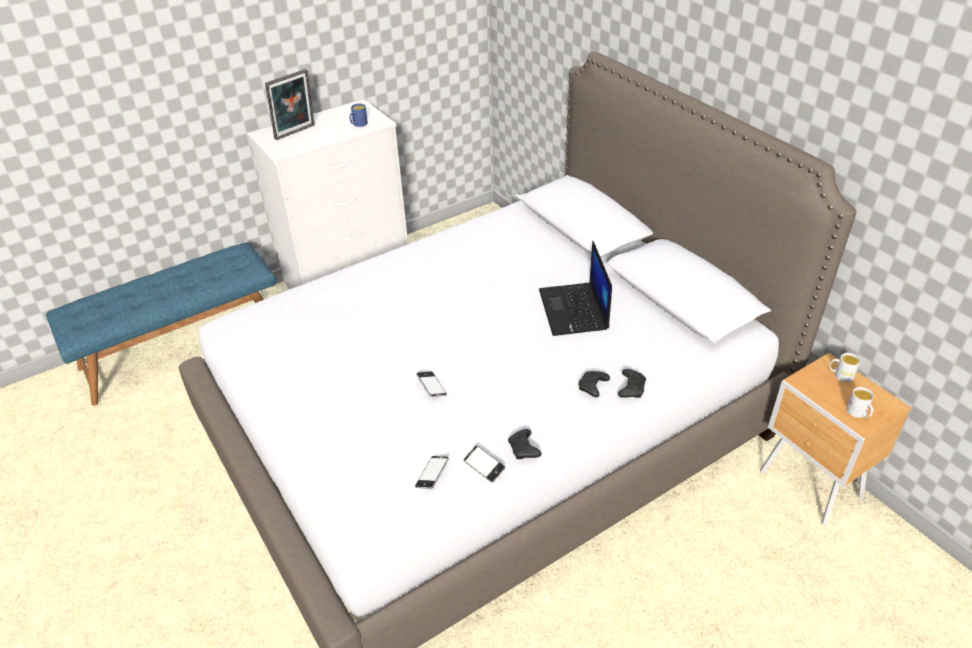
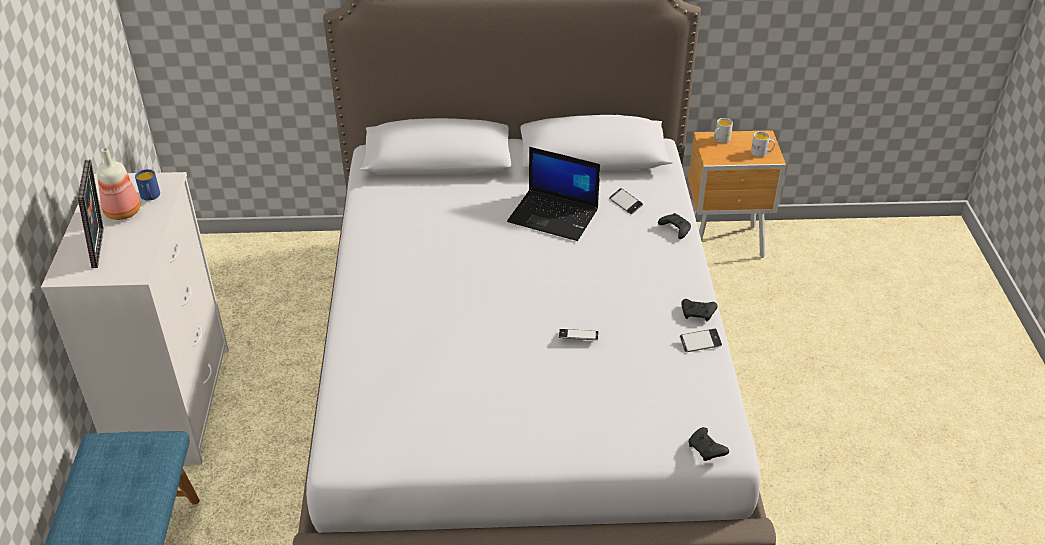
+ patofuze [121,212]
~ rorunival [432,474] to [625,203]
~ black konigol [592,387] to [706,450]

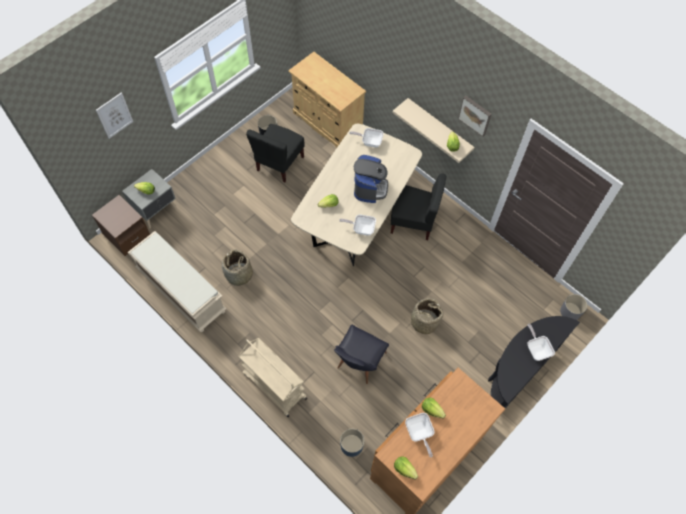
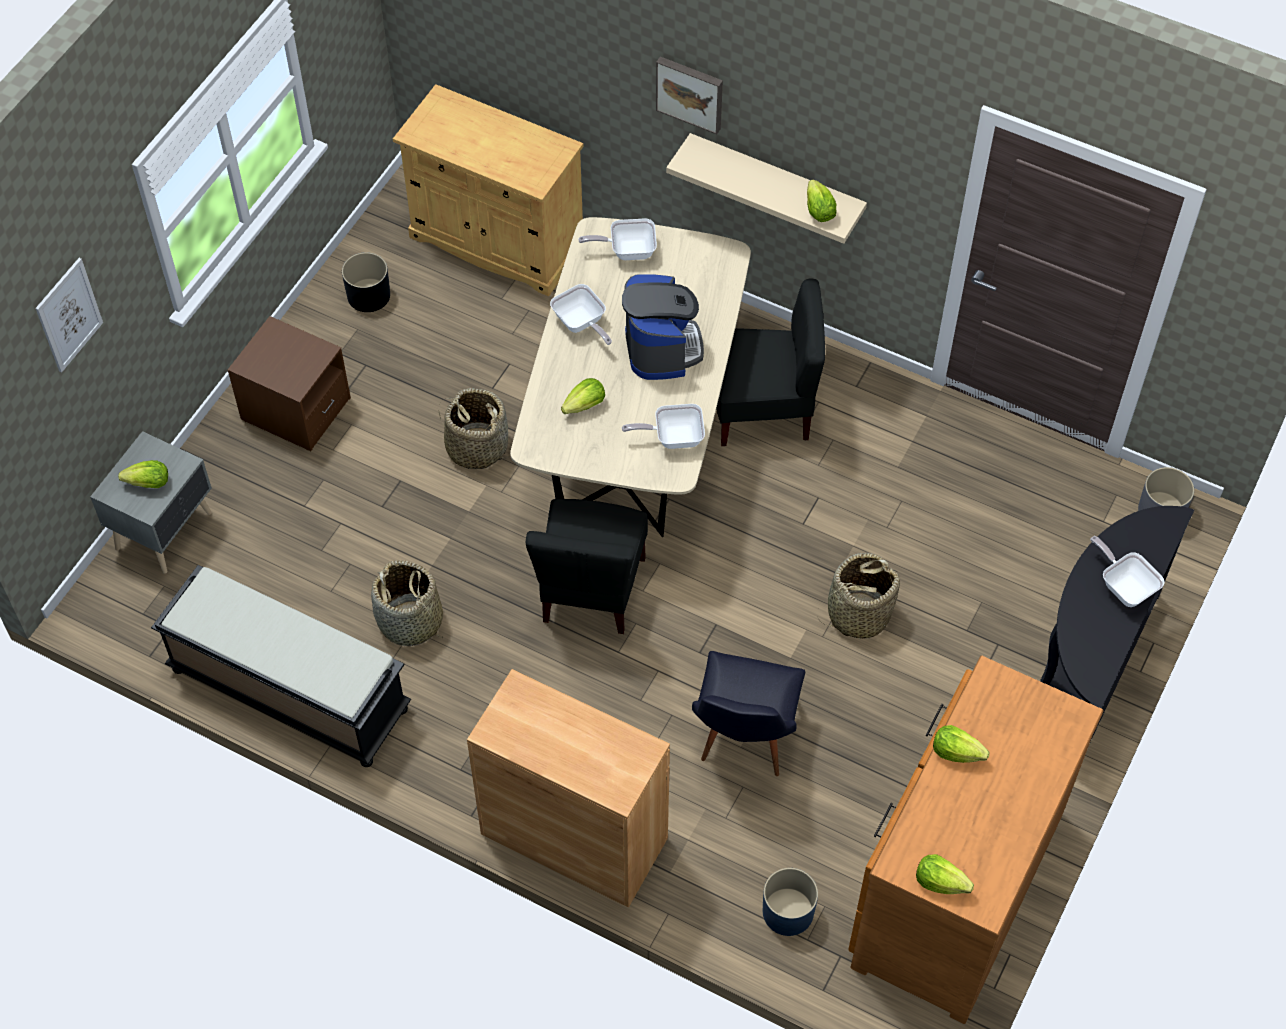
~ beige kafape [180,290] to black kafape [287,690]
~ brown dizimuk [126,235] to [295,409]
+ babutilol [476,447]
~ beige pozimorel [274,386] to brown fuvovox [574,836]
~ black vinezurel [279,163] to [591,590]
~ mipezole [419,433] to [581,324]
~ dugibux [475,115] to [690,92]

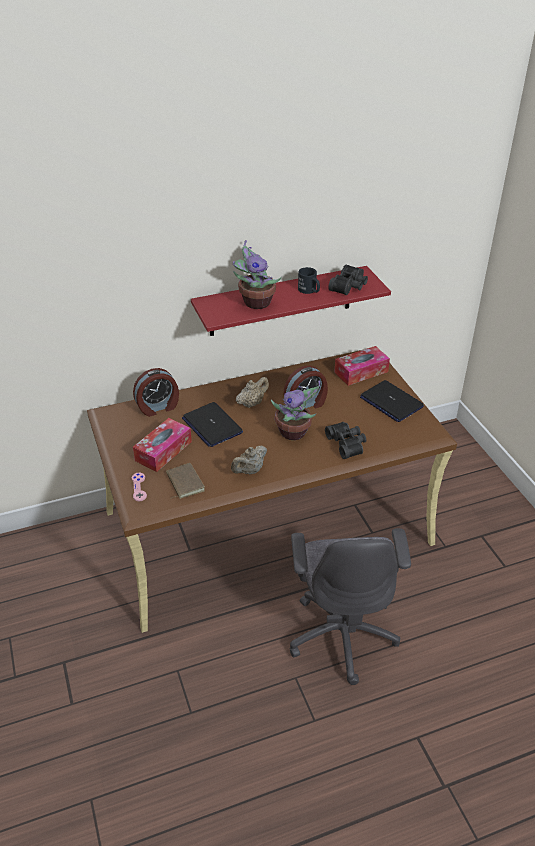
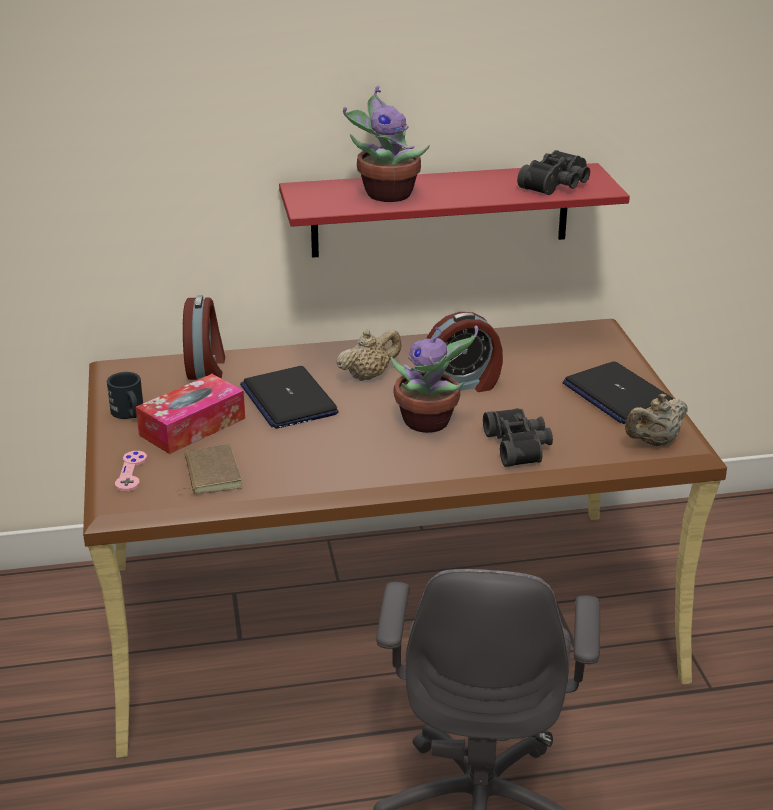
~ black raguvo [309,291] to [129,414]
~ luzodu [158,407] = [206,367] 75 degrees counterclockwise
~ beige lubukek [249,471] to [654,442]
- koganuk [361,372]

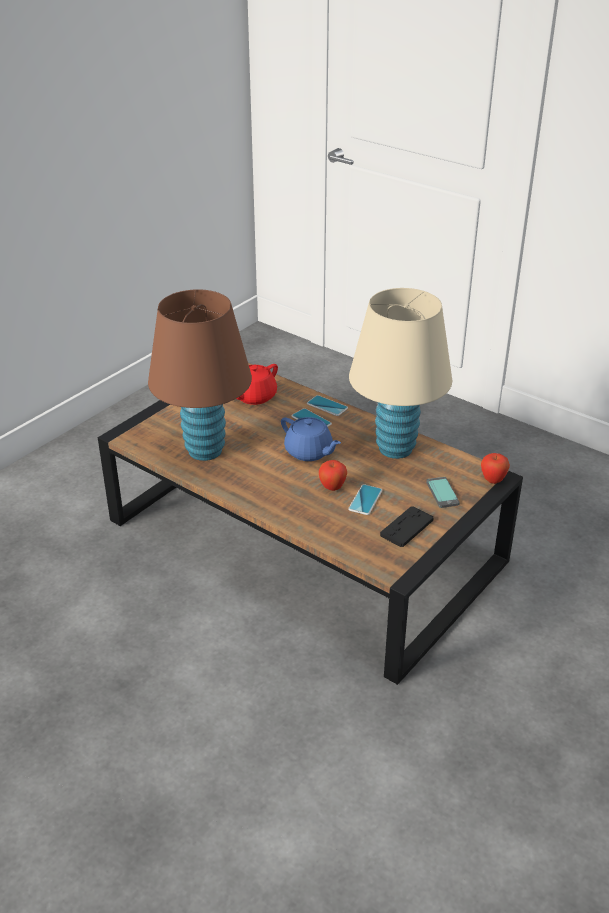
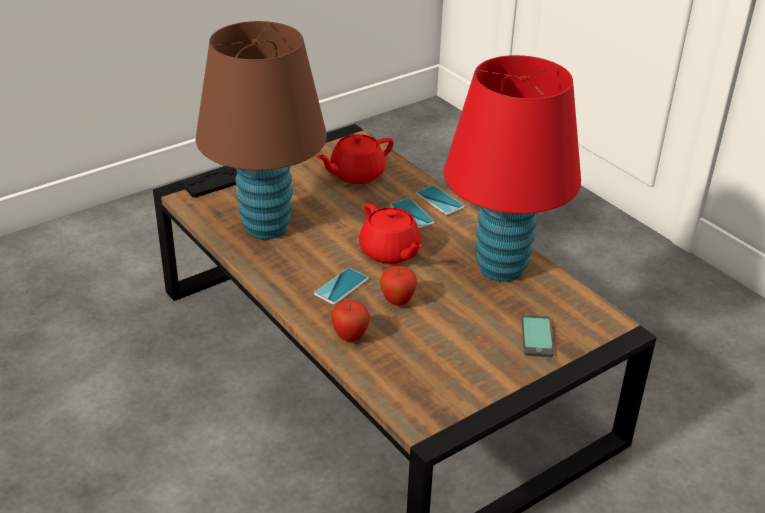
~ black konigol [406,527] to [213,183]
~ rorunival [365,500] to [341,287]
~ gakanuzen [493,480] to [350,337]
~ blue lubukek [309,452] to red lubukek [390,252]
~ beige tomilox [396,449] to red tomilox [501,268]

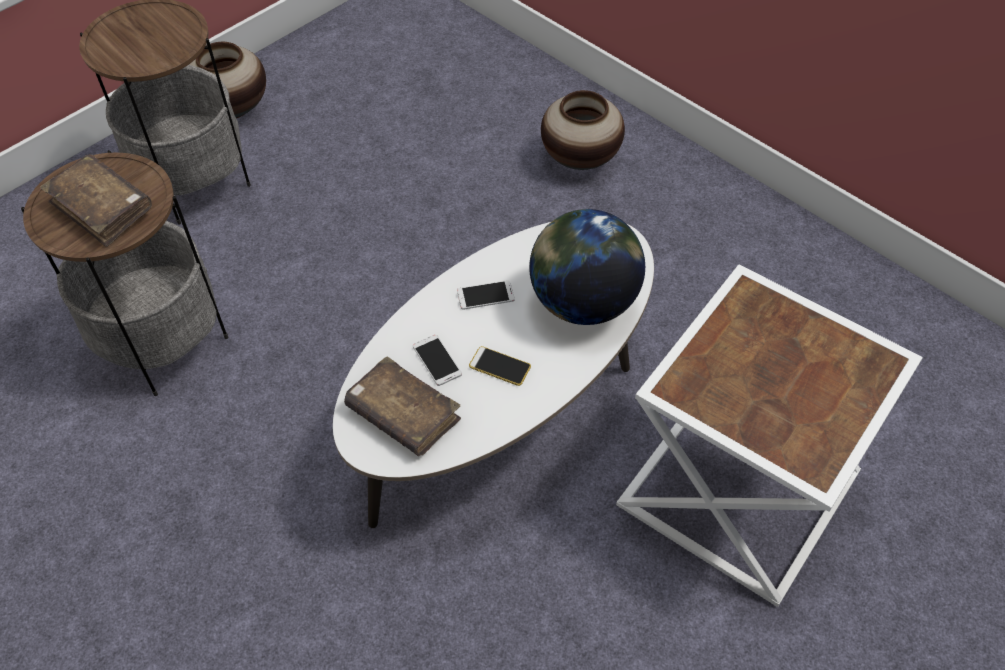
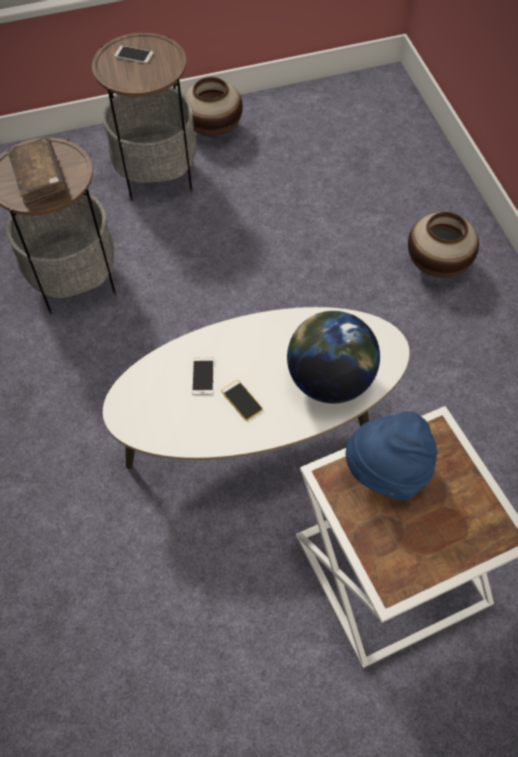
~ rorunival [485,295] to [133,55]
+ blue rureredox [387,472]
- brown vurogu [403,414]

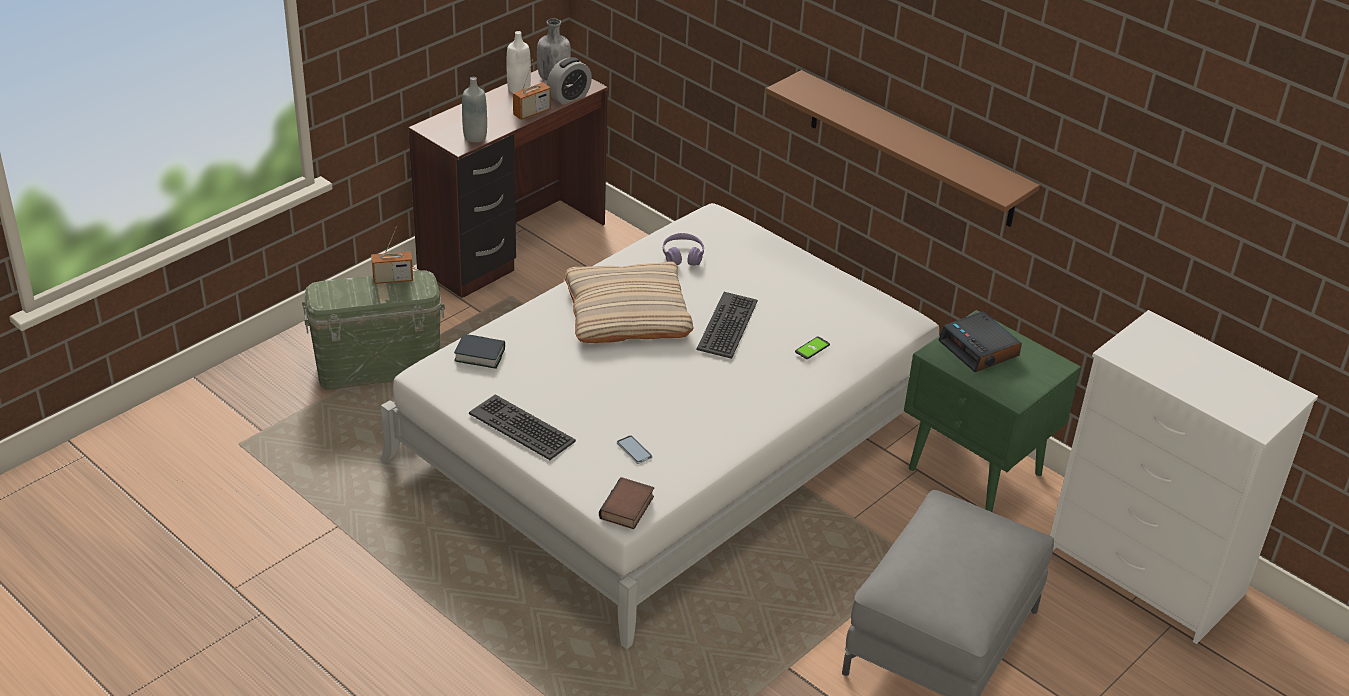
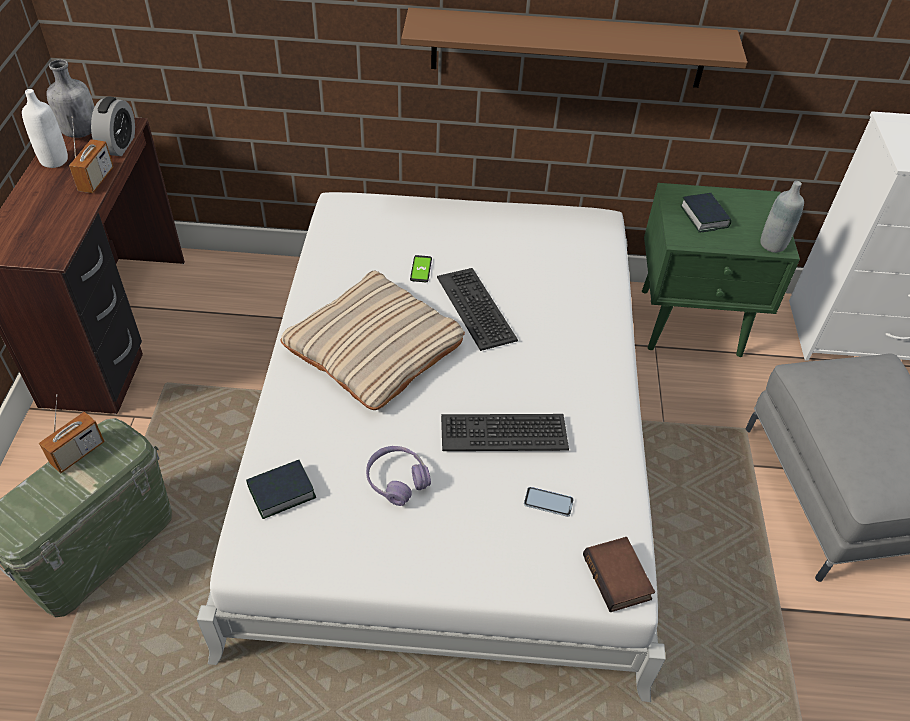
~ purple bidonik [683,256] to [397,480]
~ rorunival [812,348] to [421,269]
~ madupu [522,427] to [504,432]
~ luzodu [979,349] to vurogu [704,216]
~ grey patofuze [475,137] to [772,244]

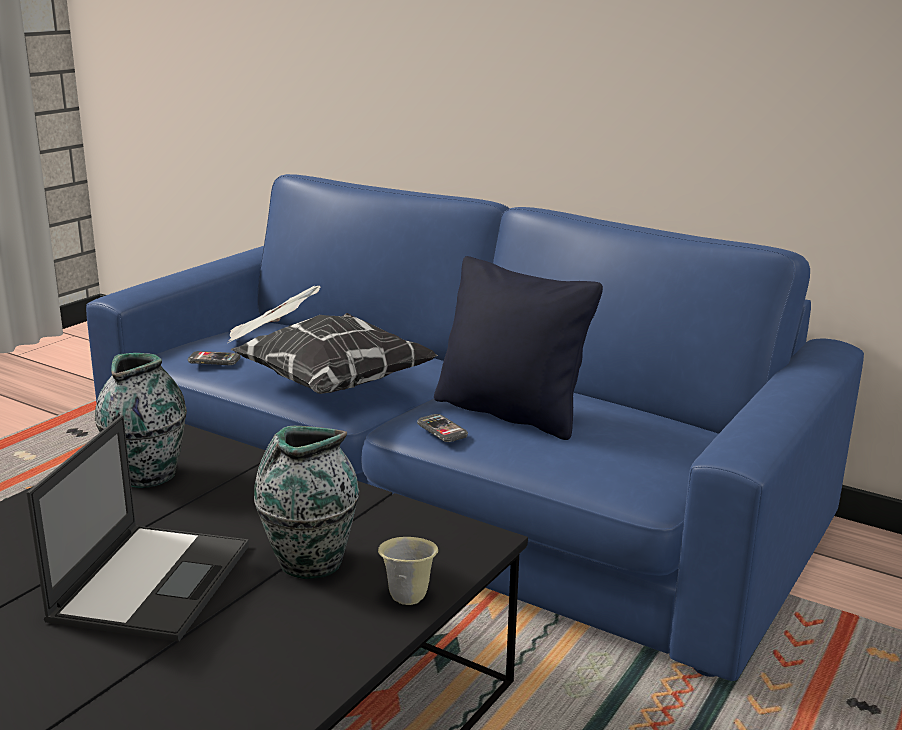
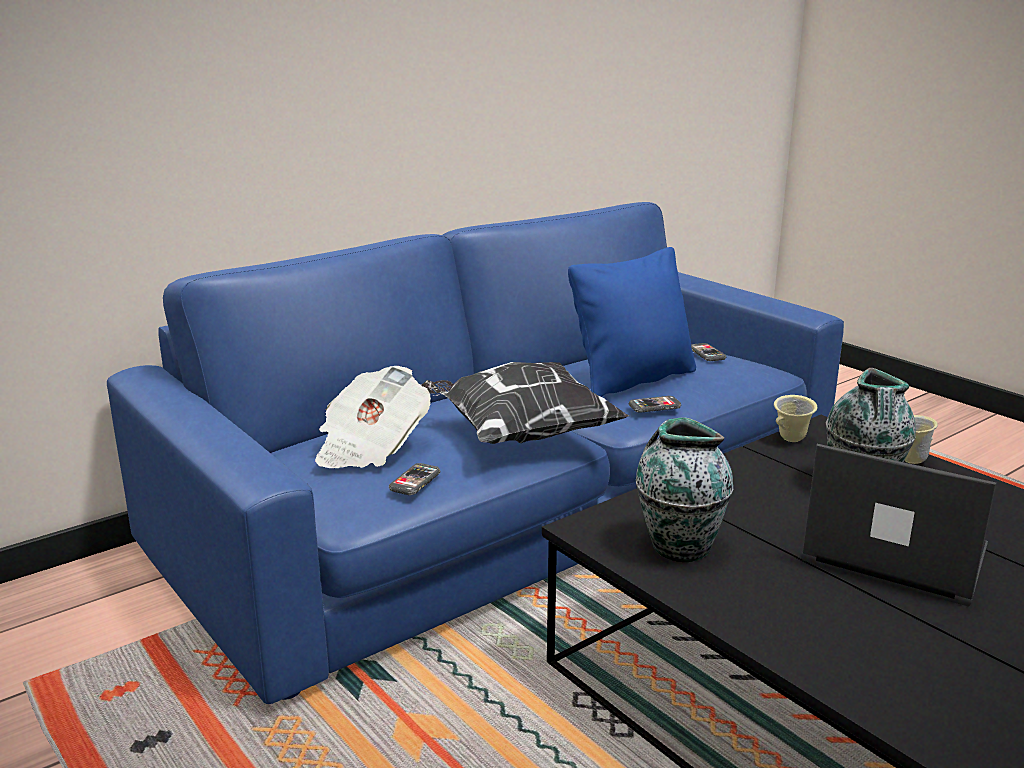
~ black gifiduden [510,413] to blue gifiduden [633,379]
+ rorunival [707,354]
+ beige raguvo [791,440]

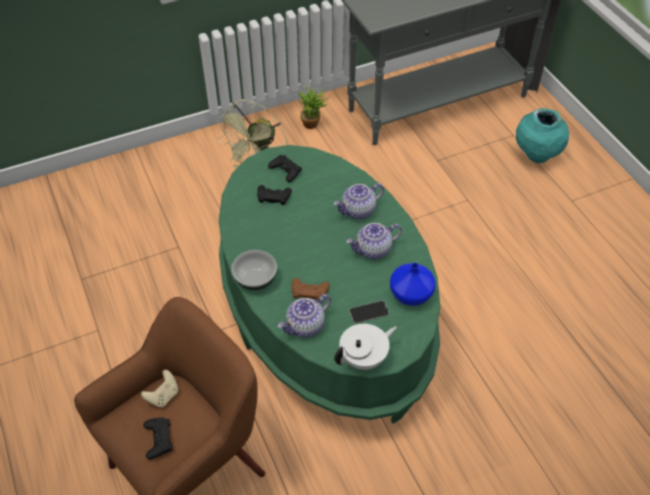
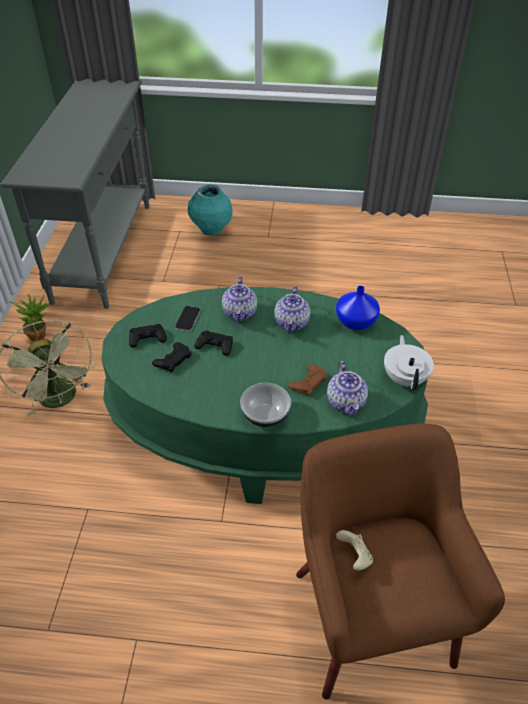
~ rorunival [369,312] to [188,319]
~ black konigol [158,439] to [215,346]

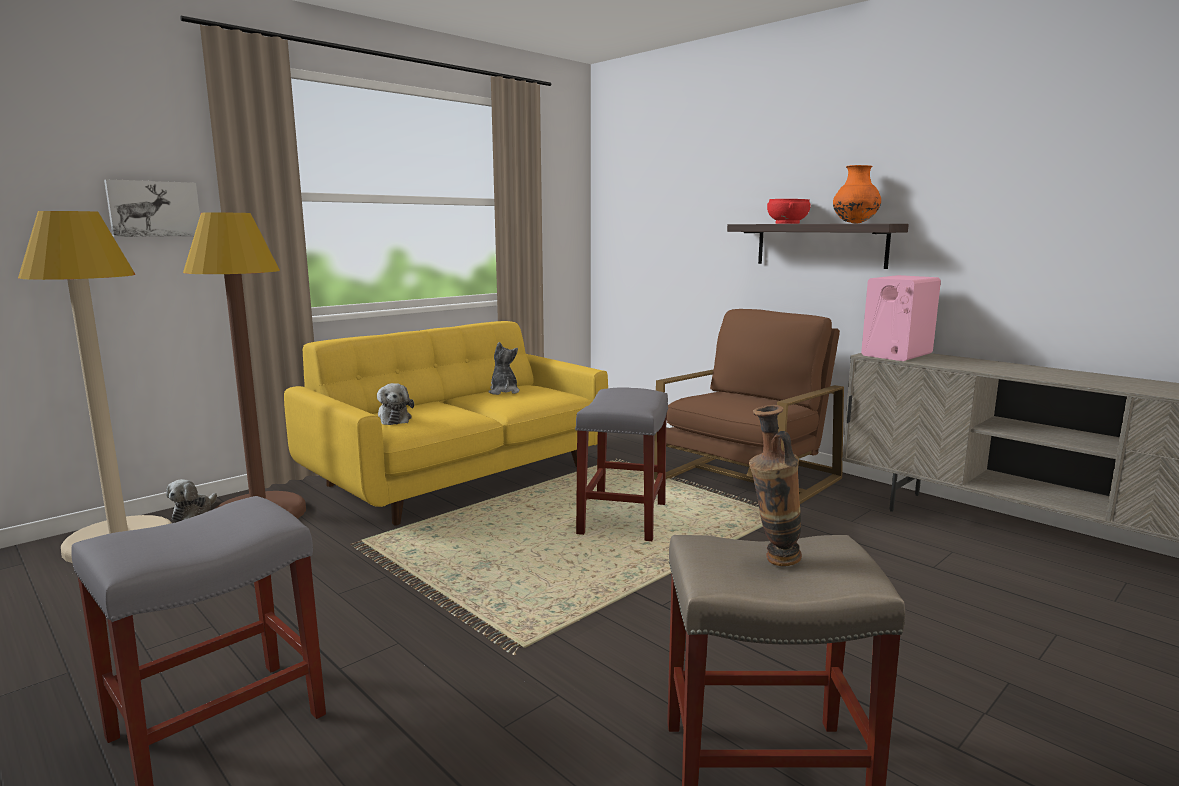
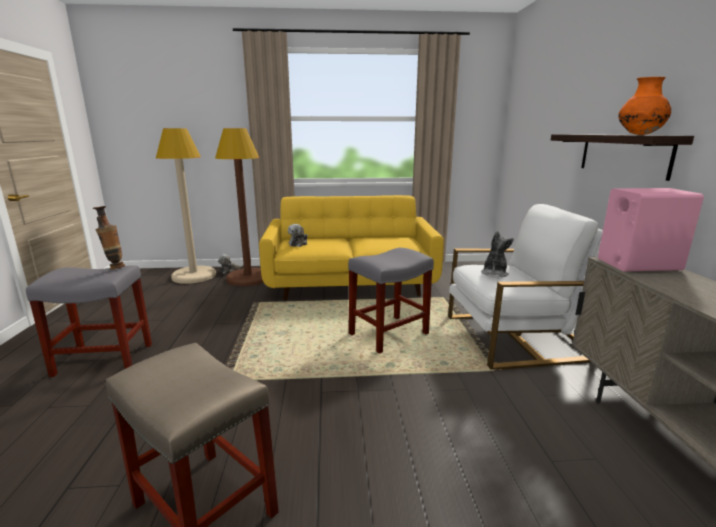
~ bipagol [772,561] to [115,267]
~ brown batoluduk [748,480] to white batoluduk [514,337]
~ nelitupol [503,392] to [494,273]
- dugibux [154,209]
- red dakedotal [786,223]

